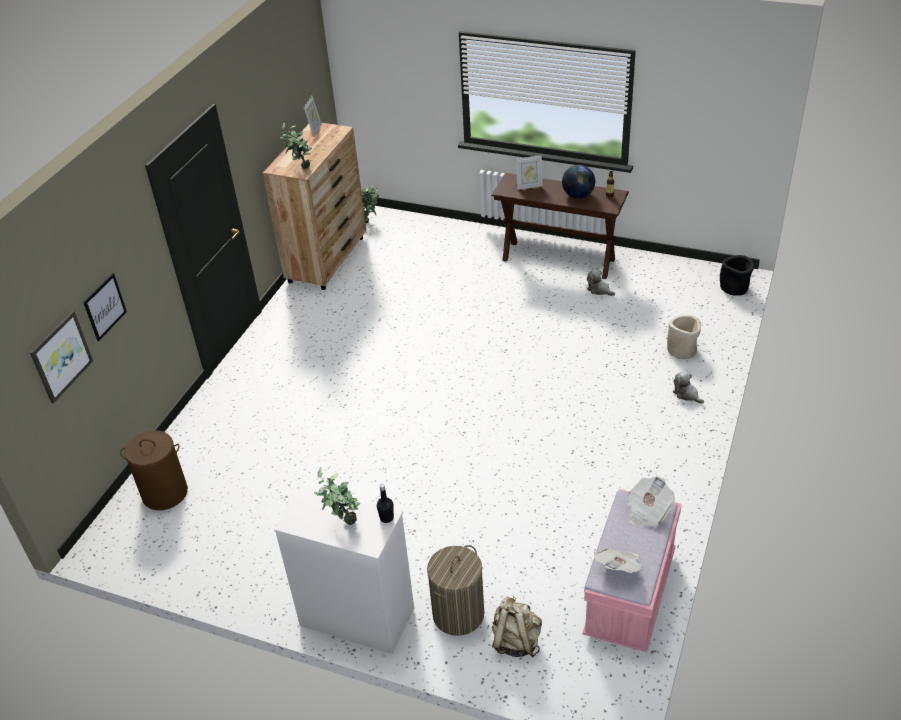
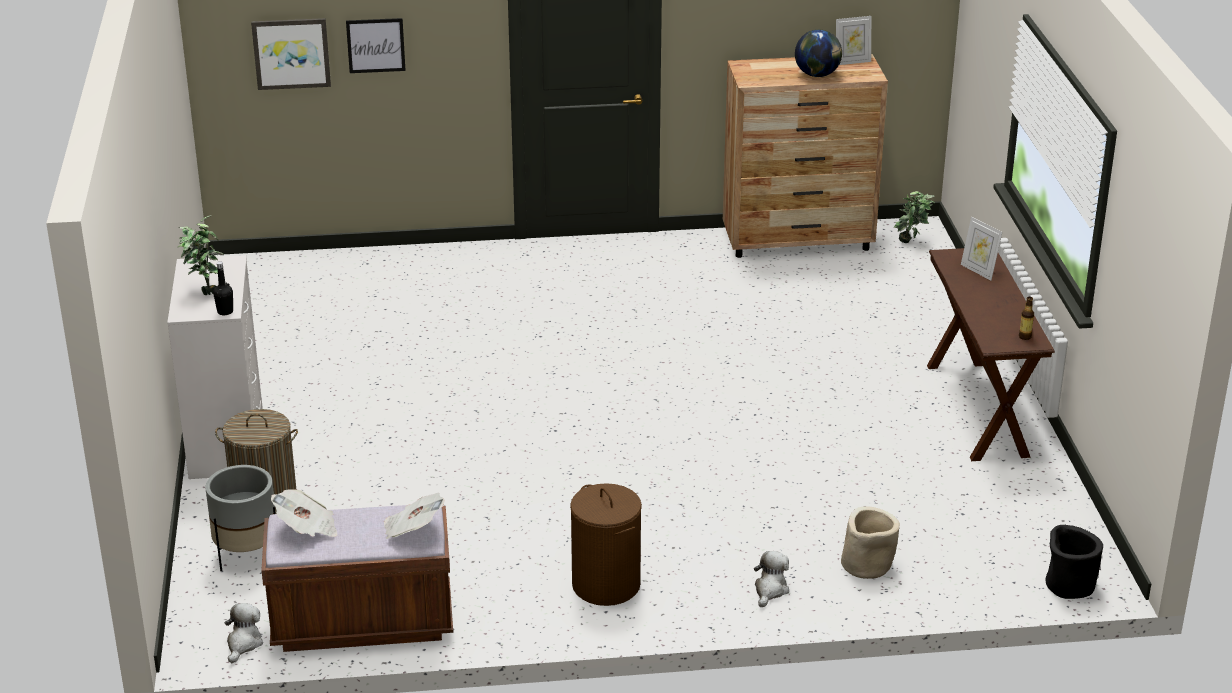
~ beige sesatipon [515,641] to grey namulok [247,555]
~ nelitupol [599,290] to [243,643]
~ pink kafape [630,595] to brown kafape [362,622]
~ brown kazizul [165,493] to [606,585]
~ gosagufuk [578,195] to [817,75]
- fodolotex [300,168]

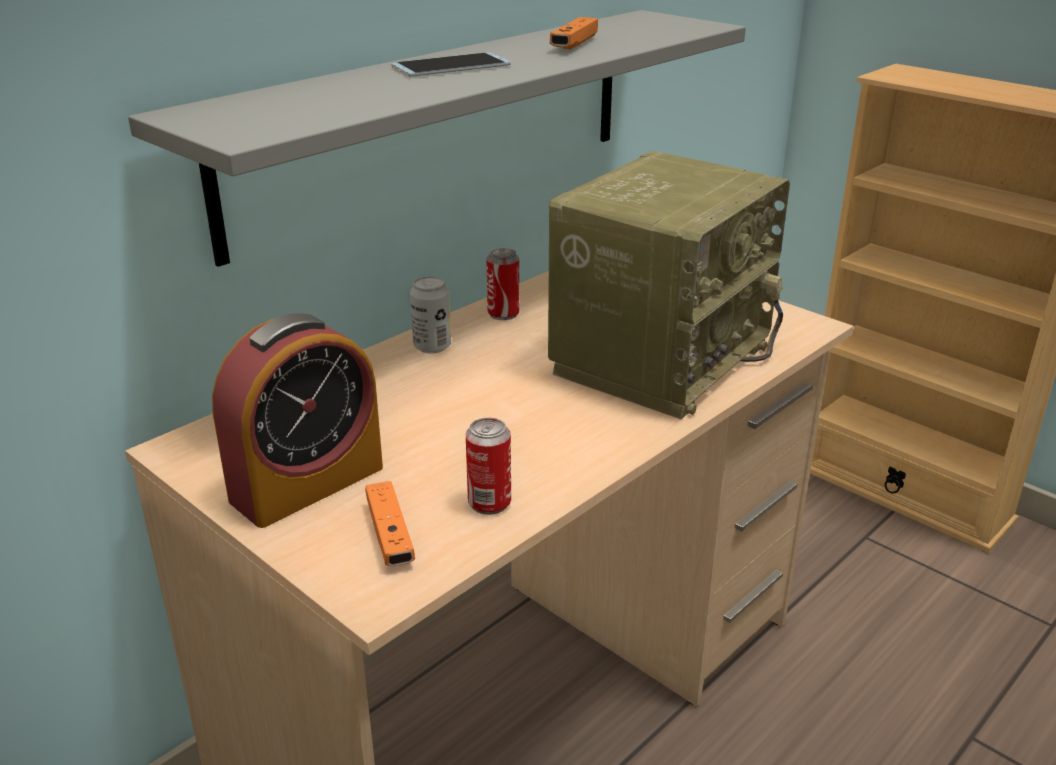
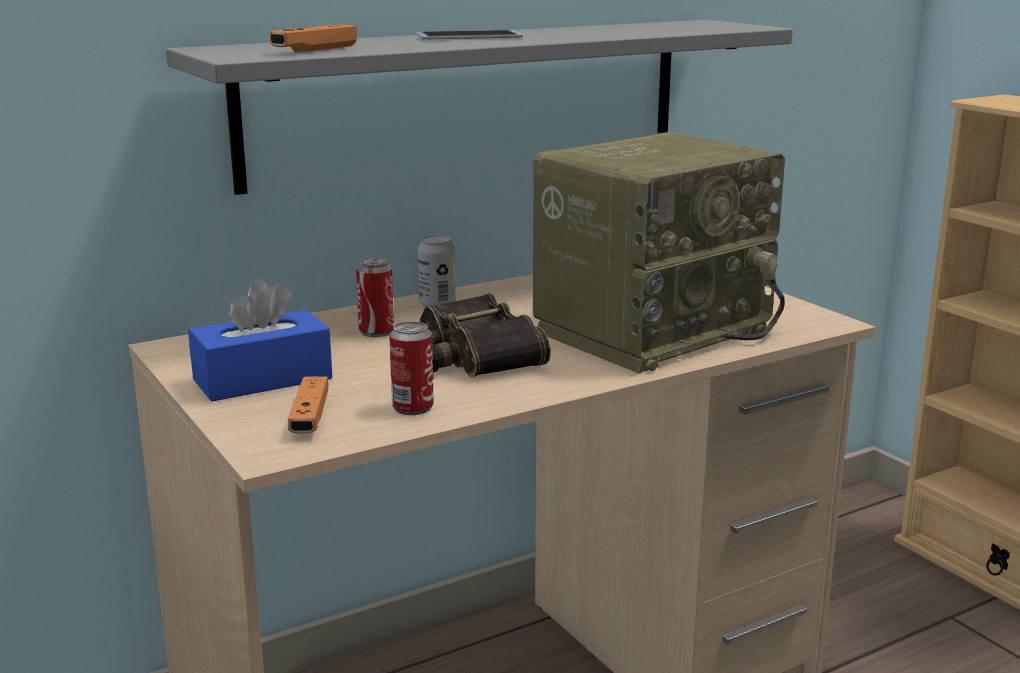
~ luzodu [307,484] to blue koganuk [262,379]
~ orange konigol [574,44] to [315,50]
~ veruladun [503,314] to [376,332]
+ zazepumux [470,355]

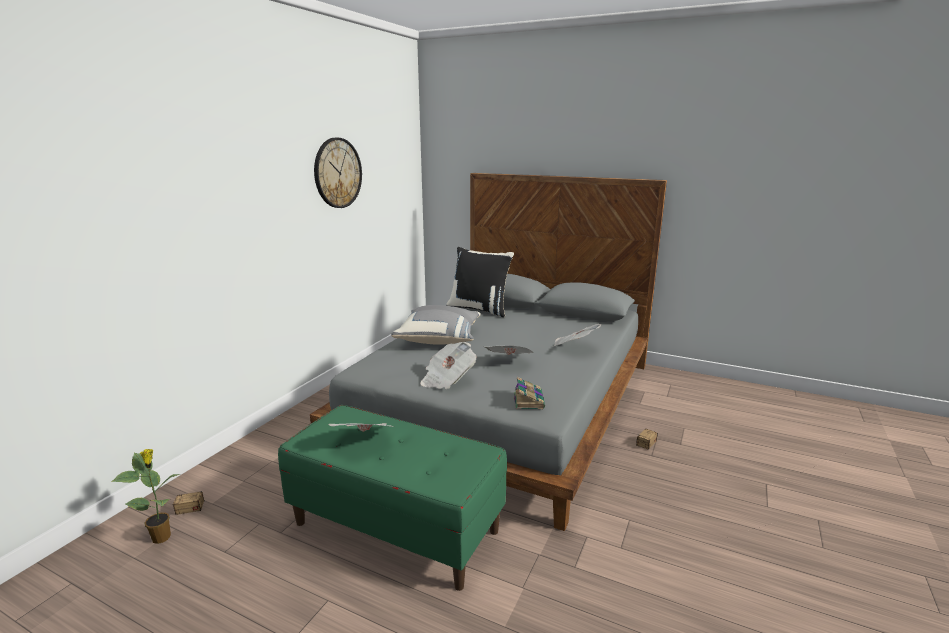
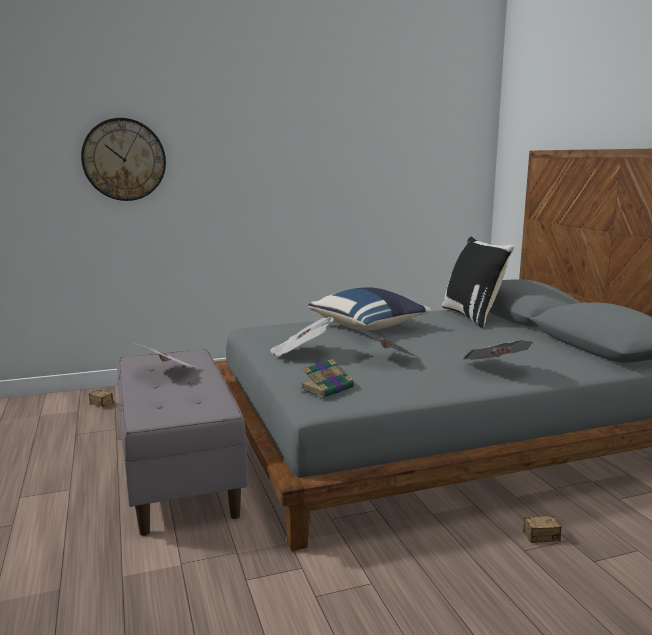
~ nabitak [337,173] to [124,159]
~ green kafape [397,527] to grey kafape [180,473]
~ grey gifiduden [439,339] to blue gifiduden [369,327]
- fodolotex [162,537]

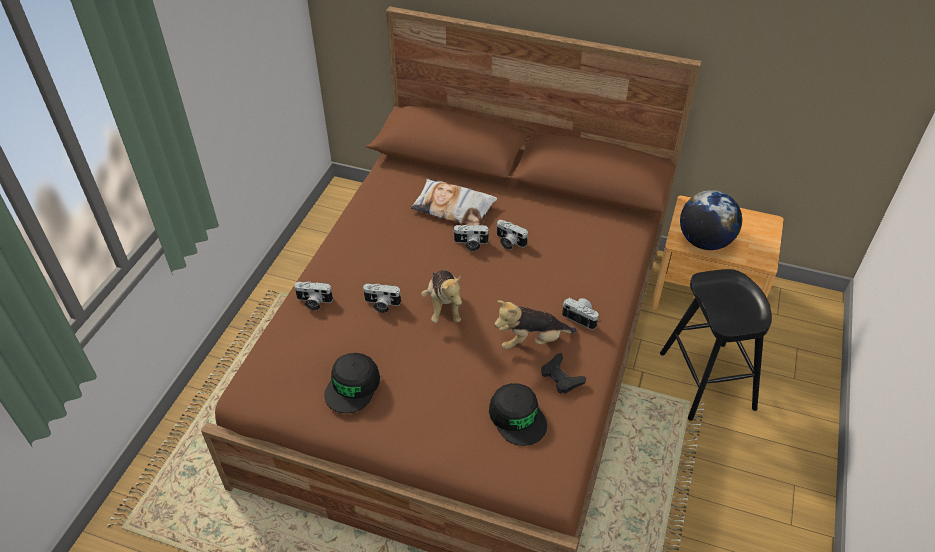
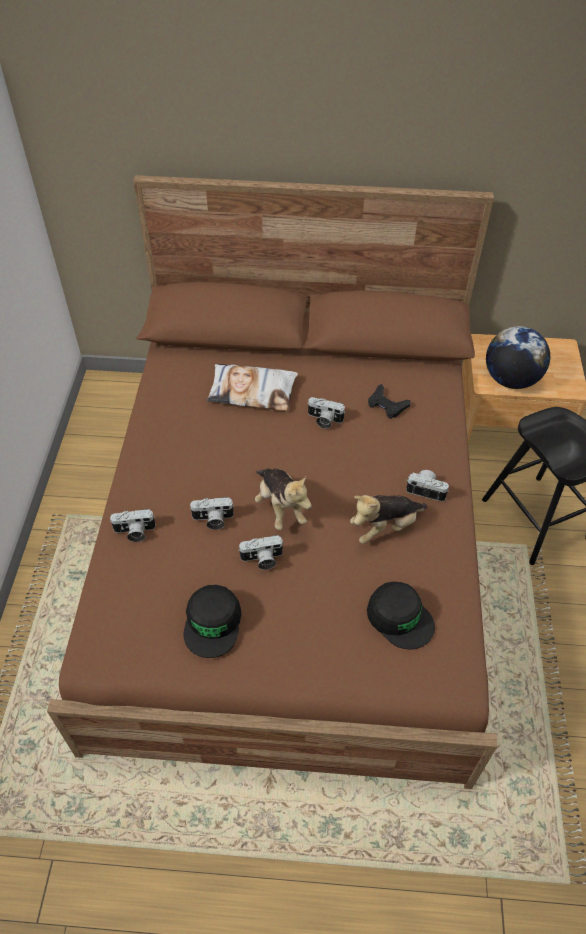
~ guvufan [470,244] to [262,559]
~ black konigol [561,377] to [387,405]

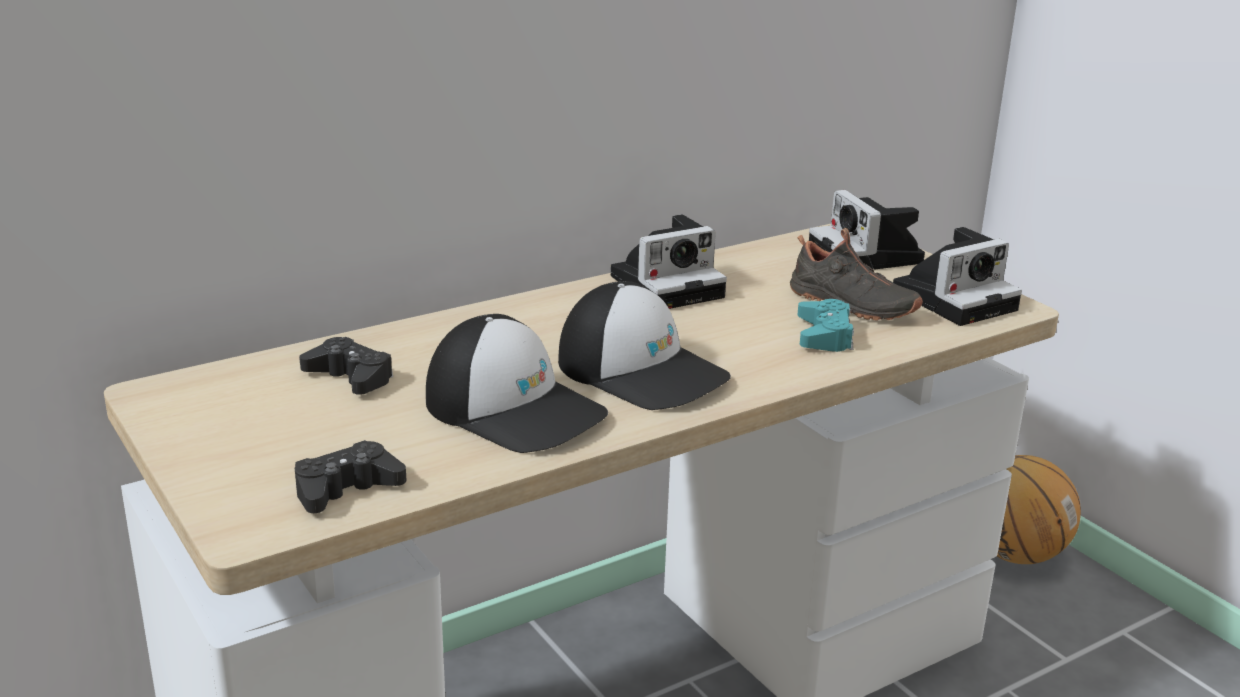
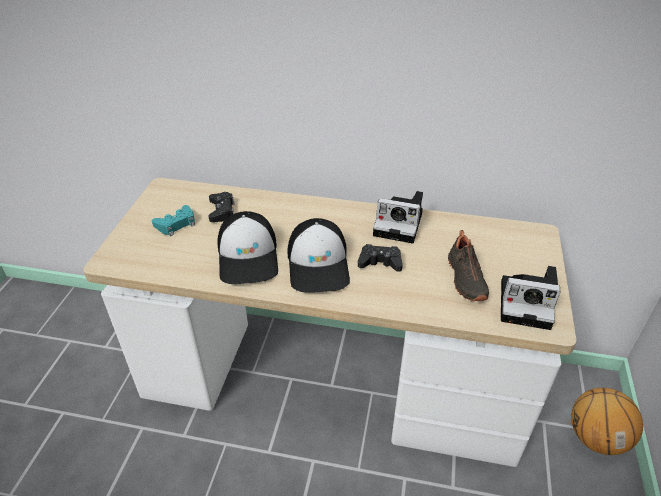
~ turquoise konigol [824,335] to [176,224]
~ black konigol [346,489] to [380,262]
- guvufan [868,256]

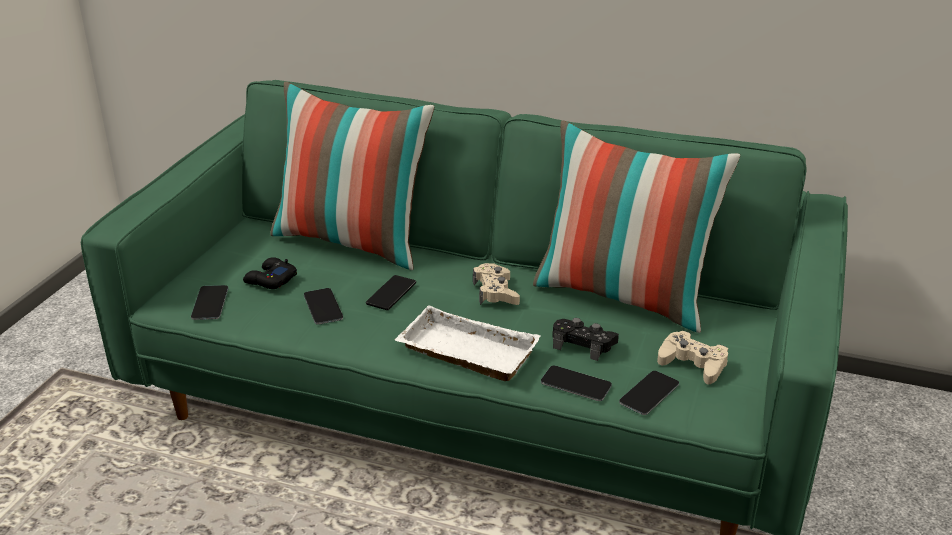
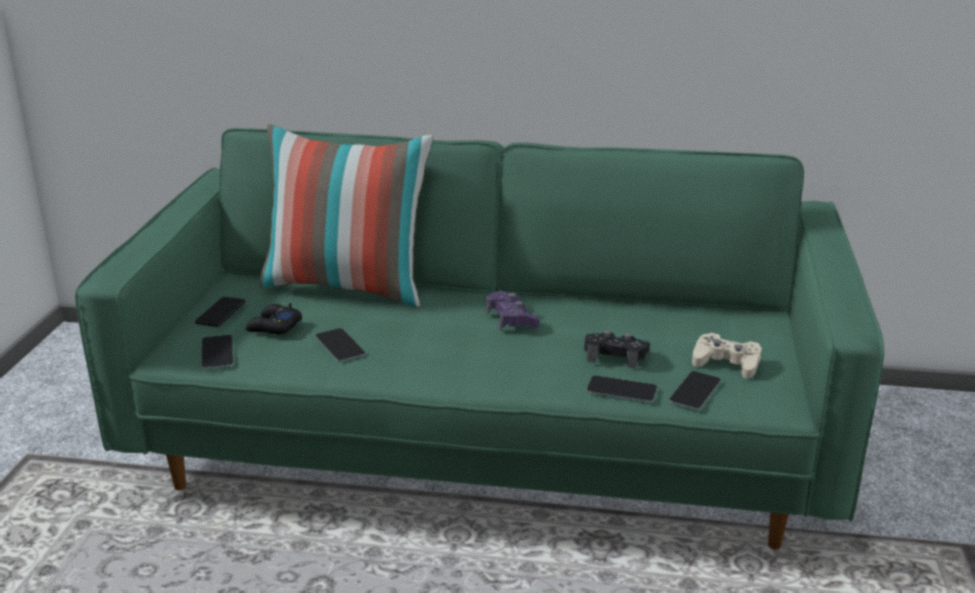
~ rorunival [391,293] to [221,312]
~ beige konigol [495,292] to purple konigol [511,319]
- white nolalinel [464,354]
- gifiduden [623,296]

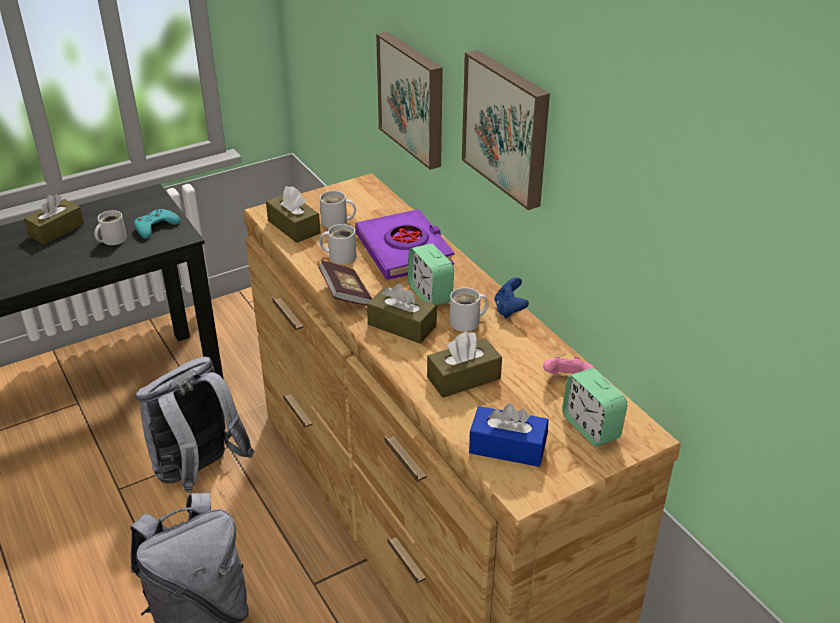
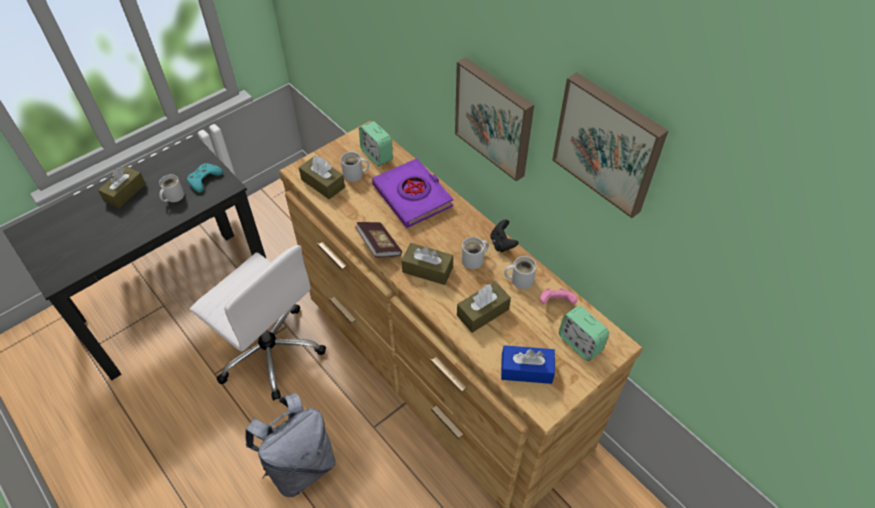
~ grey sesatipon [198,472] to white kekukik [270,351]
~ luzodu [430,294] to [377,155]
~ blue konigol [509,310] to black konigol [502,244]
~ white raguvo [340,256] to [520,279]
~ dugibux [414,98] to [609,143]

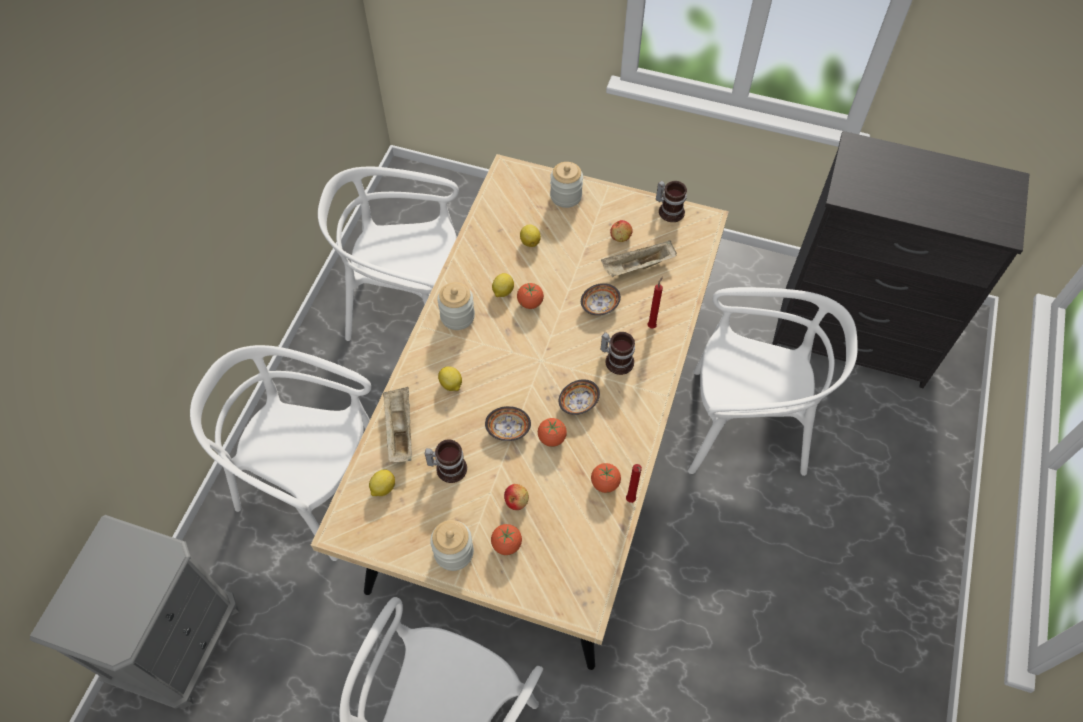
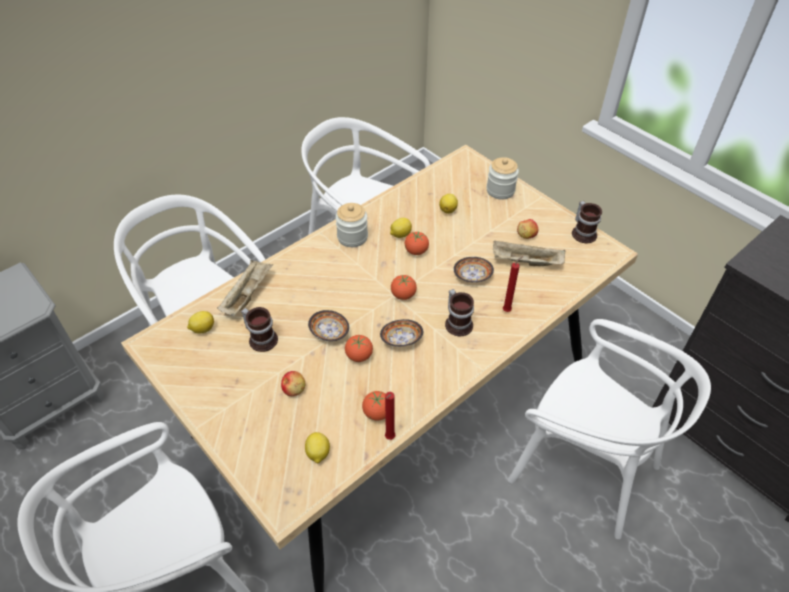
~ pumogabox [451,385] to [318,453]
~ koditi [506,544] to [403,295]
- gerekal [454,552]

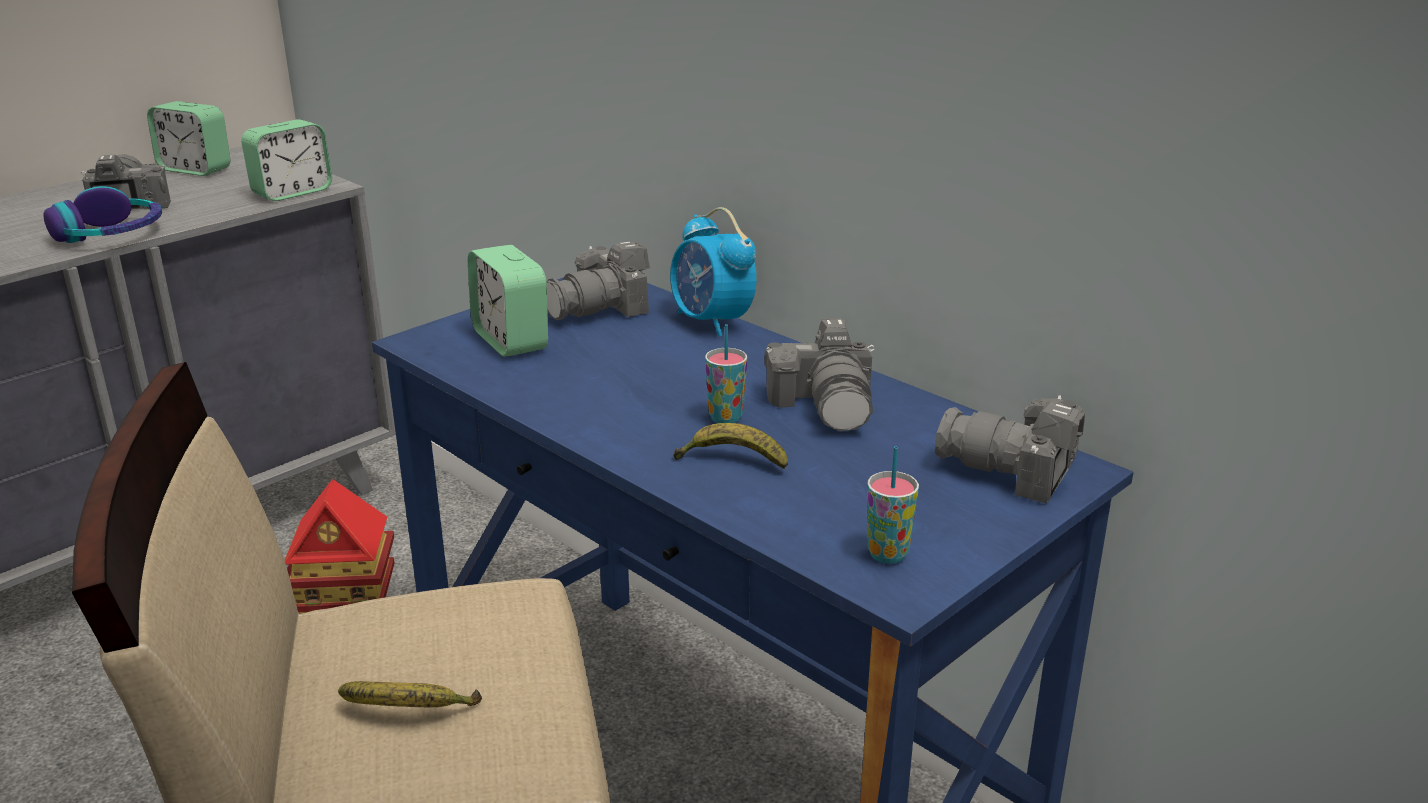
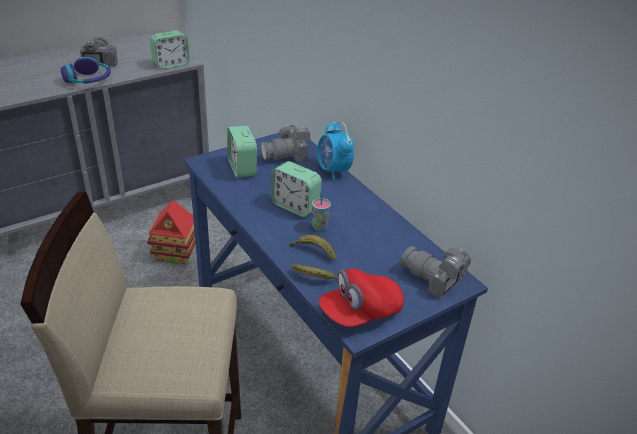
~ luzodu [195,169] to [295,206]
~ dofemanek [408,712] to [315,278]
~ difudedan [887,554] to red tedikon [360,312]
- guvufan [826,404]

